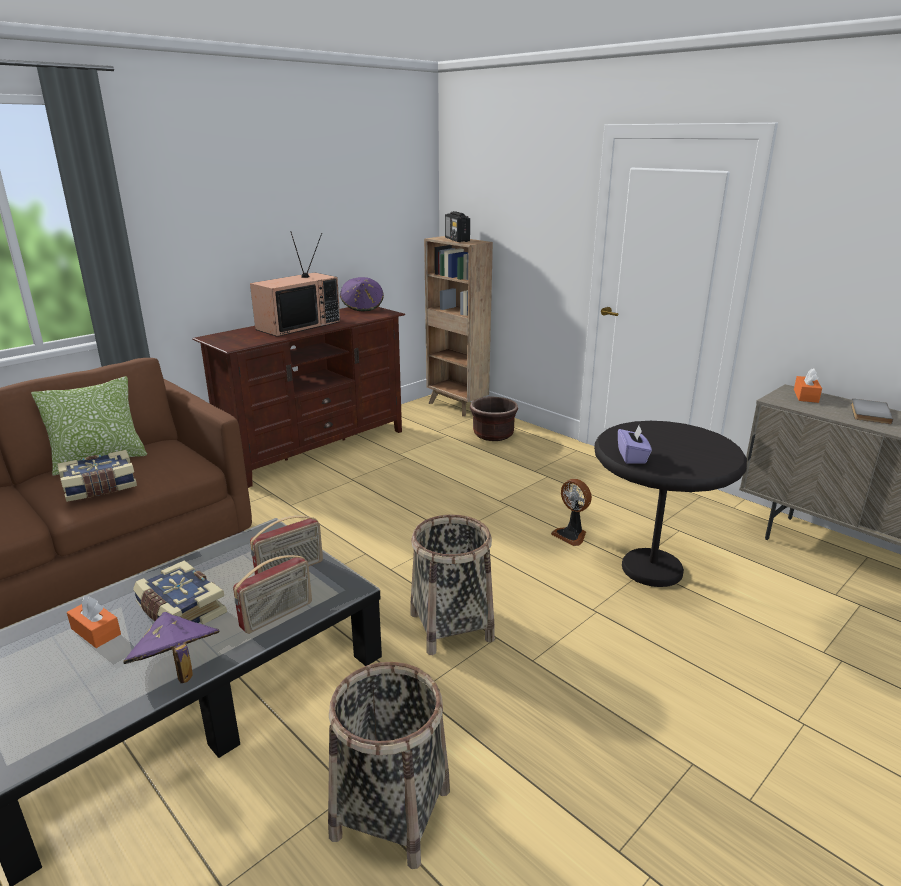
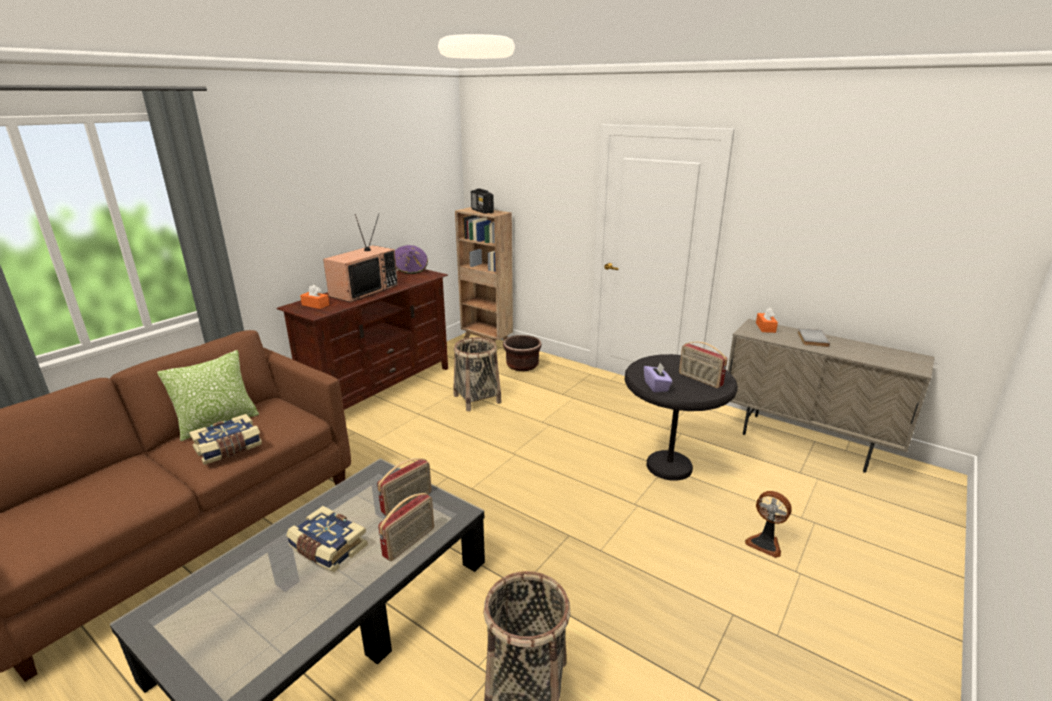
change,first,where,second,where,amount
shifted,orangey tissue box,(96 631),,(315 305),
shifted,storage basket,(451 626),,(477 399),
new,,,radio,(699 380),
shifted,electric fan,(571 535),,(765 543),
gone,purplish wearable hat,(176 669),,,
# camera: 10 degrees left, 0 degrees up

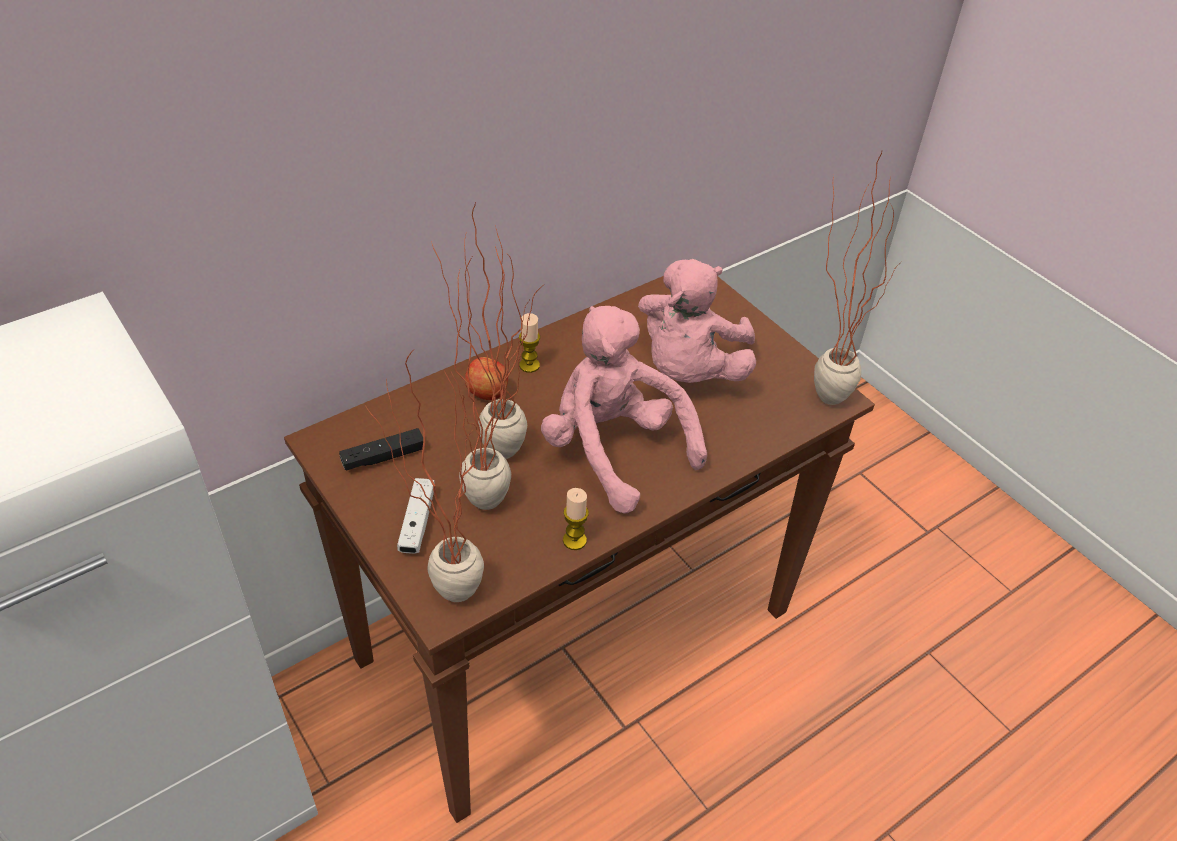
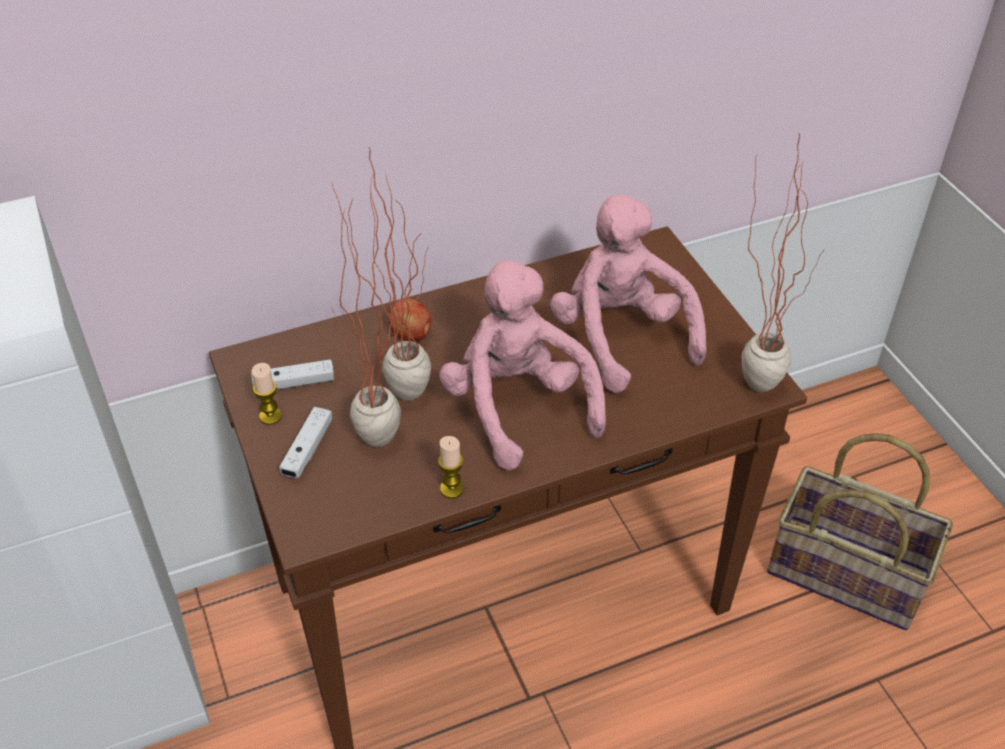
change,first,where,second,where,amount
repainted,black-coloured game controller,(383 457),white game controller,(294 383),
shifted,candle,(529 365),,(270 416),
rotated,pinkish soft toy,(689 370),,(620 337),120 degrees clockwise
new,,,storage basket,(848 572),
gone,houseplant,(440 592),,,
# camera: 15 degrees right, 0 degrees up

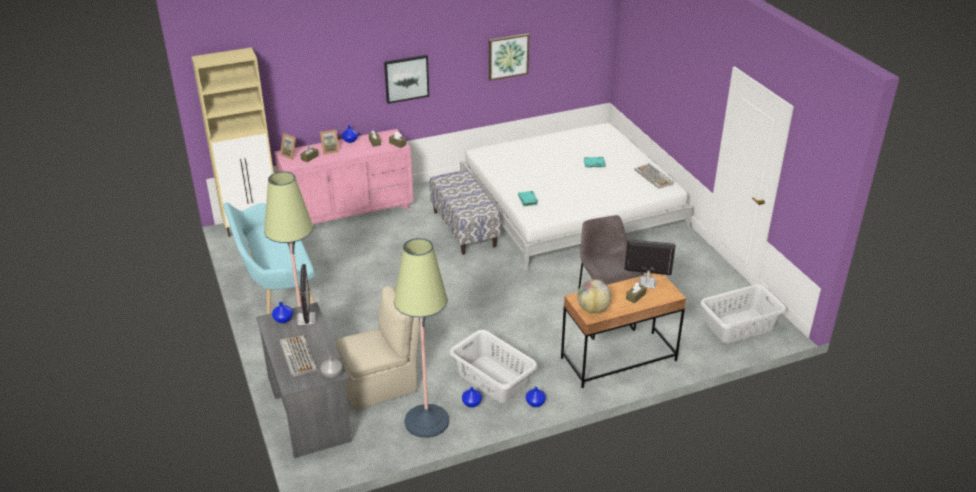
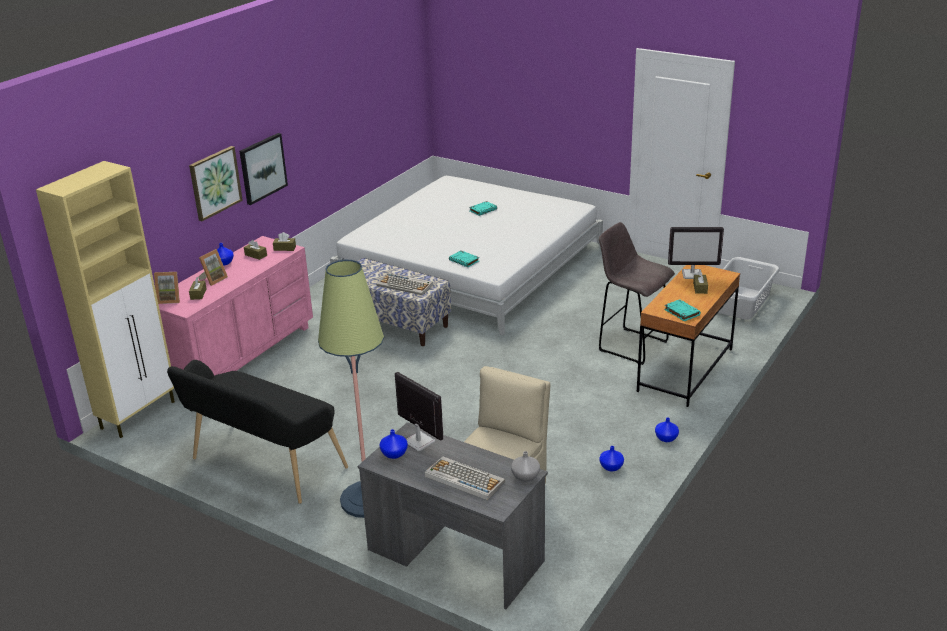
change,first,where,second,where,amount
repainted,blue-green long seat,(276 292),black-coloured long seat,(262 466),
shifted,wall art,(508 56),,(215 183),
shifted,computer keyboard,(654 177),,(405 285),
swapped,desk globe,(593 309),blue-green volume,(681 312),
rotated,computer display,(646 283),,(692 274),150 degrees counterclockwise
gone,floor lamp,(426 421),,,
gone,greyish hamper,(492 380),,,
# camera: 35 degrees left, 5 degrees down

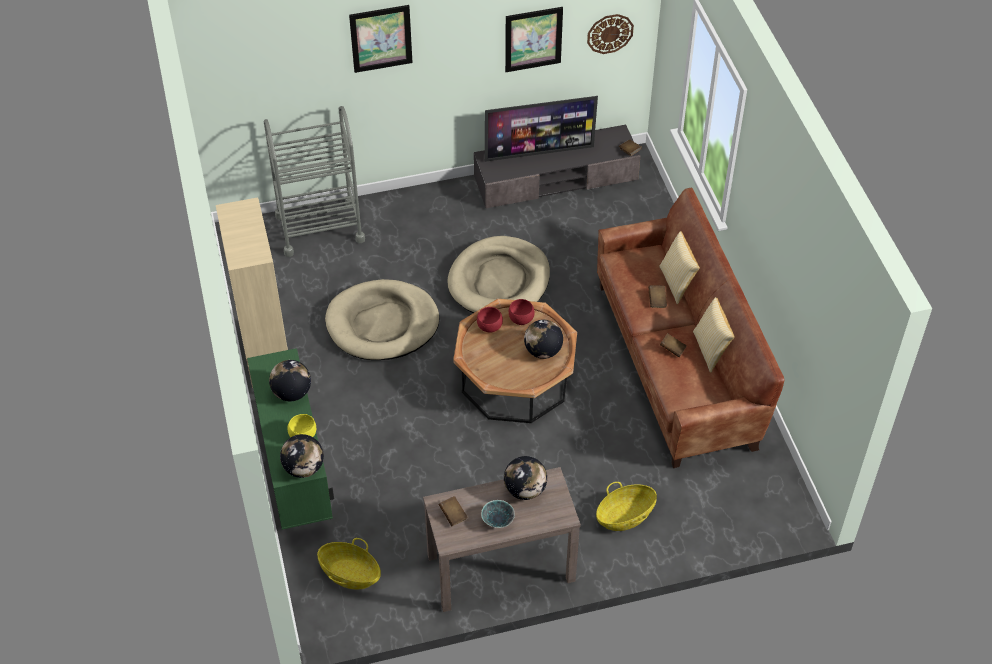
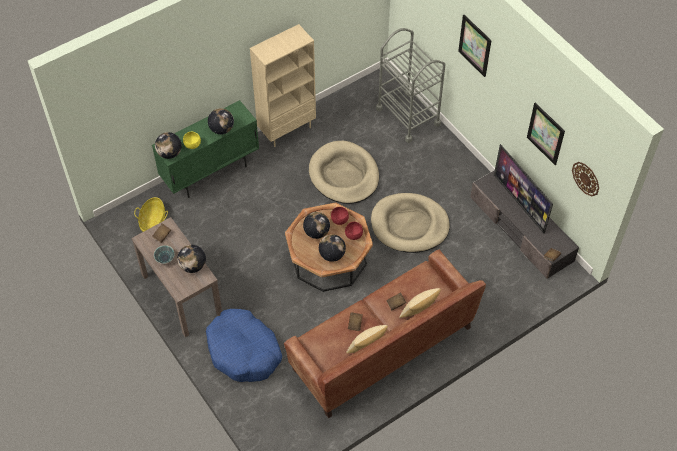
change,first,where,second,where,amount
swapped,storage basket,(625 516),bluish dog cushion,(244 351),
new,,,desk globe,(316 232),
# camera: 70 degrees right, 5 degrees up

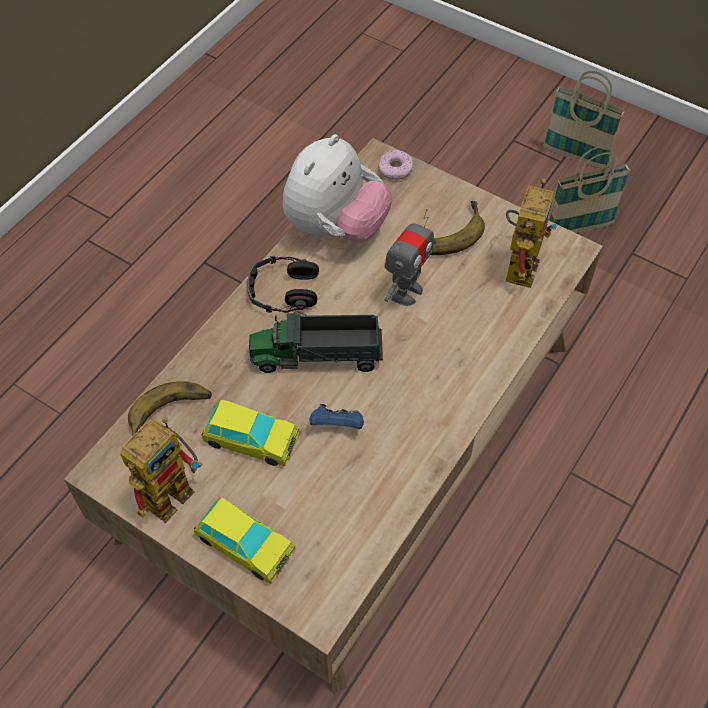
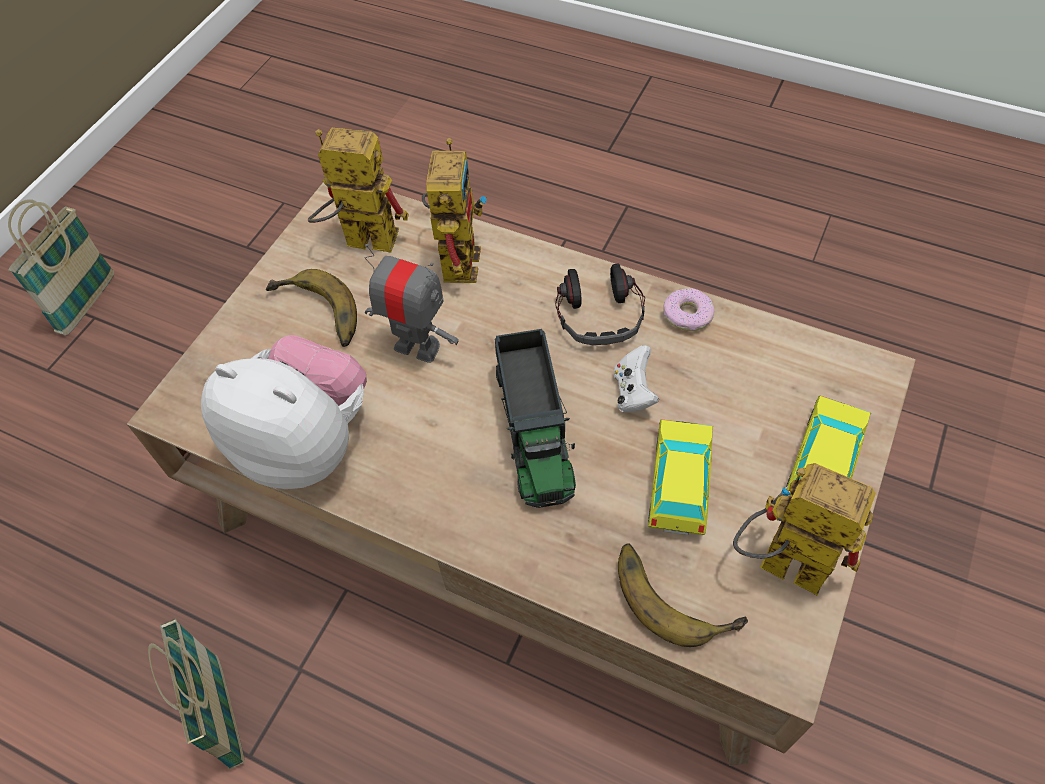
change,first,where,second,where,amount
shifted,storage basket,(579 228),,(225 712),
new,,,toy robot,(457 255),
shifted,headset,(283 291),,(600 314),
repainted,bluish game controller,(337 425),white game controller,(633 392),
shifted,doughnut,(396 169),,(687 314),
# camera: 95 degrees left, 0 degrees up

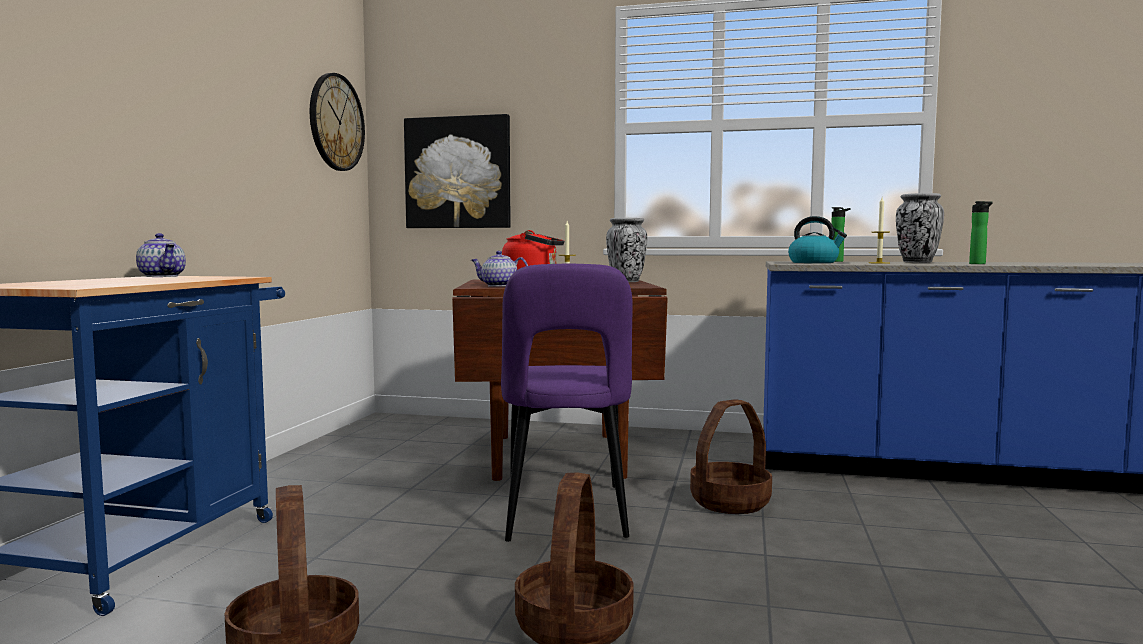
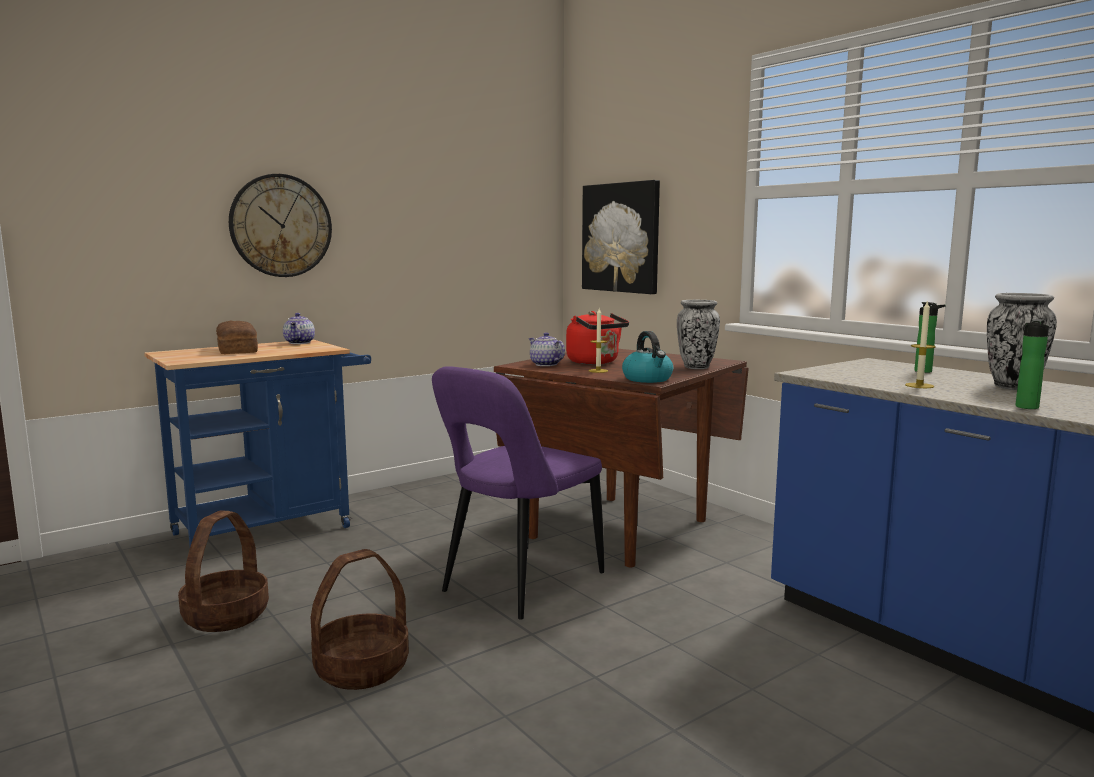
change,first,where,second,where,amount
new,,,bread,(236 350),
shifted,wall clock,(336 122),,(281 226),
shifted,tea kettle,(814 262),,(648 379),
gone,storage basket,(730 502),,,
# camera: 40 degrees right, 5 degrees up

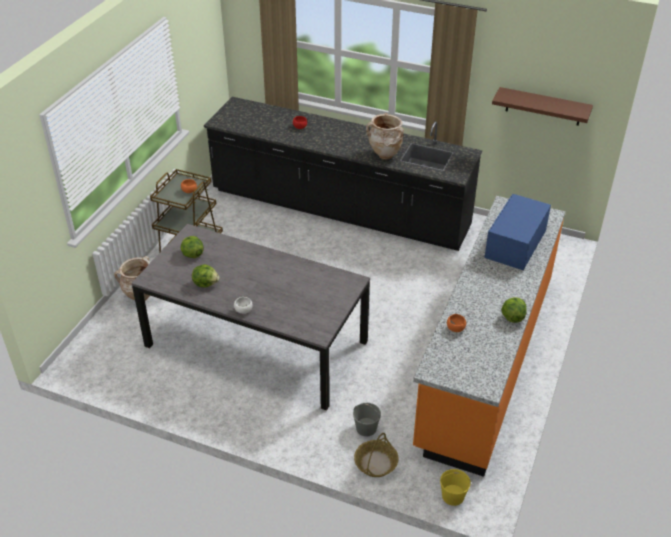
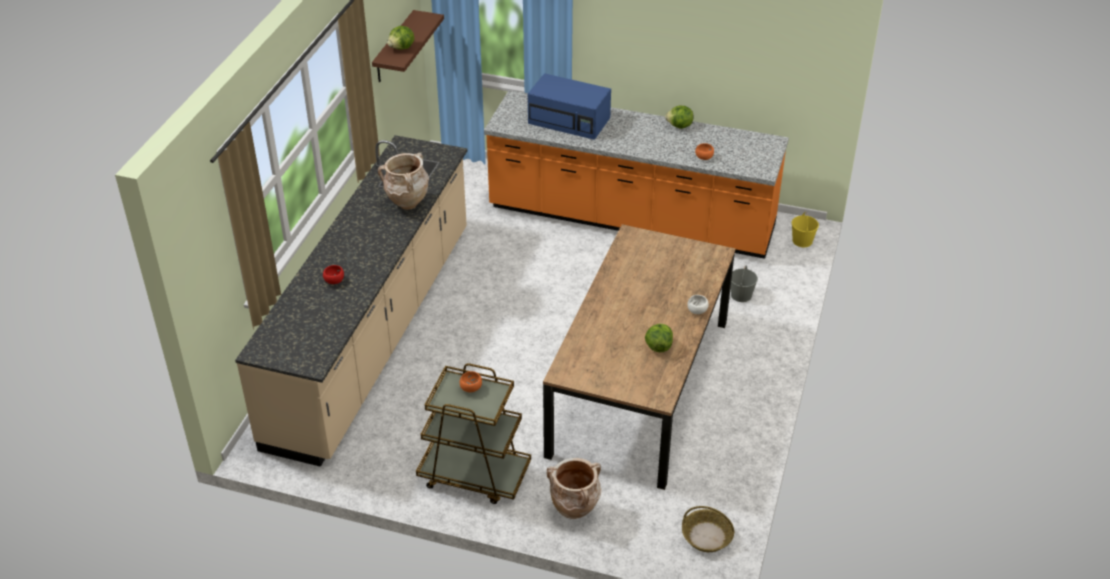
change,first,where,second,where,amount
repainted,black-coloured counter,(339 209),beige counter,(373 334),
shifted,lettuce,(192 255),,(402 48),
repainted,greyish dinner table,(255 343),brownish dinner table,(640 388),
shifted,storage basket,(376 463),,(706 536),
# camera: 95 degrees left, 0 degrees up

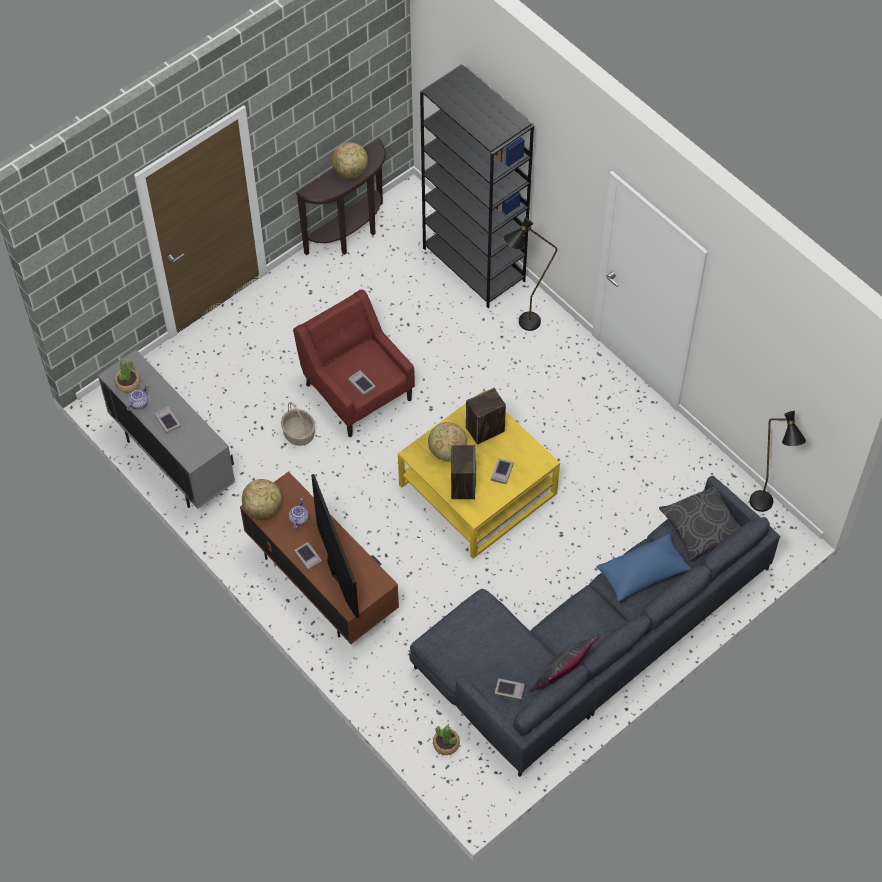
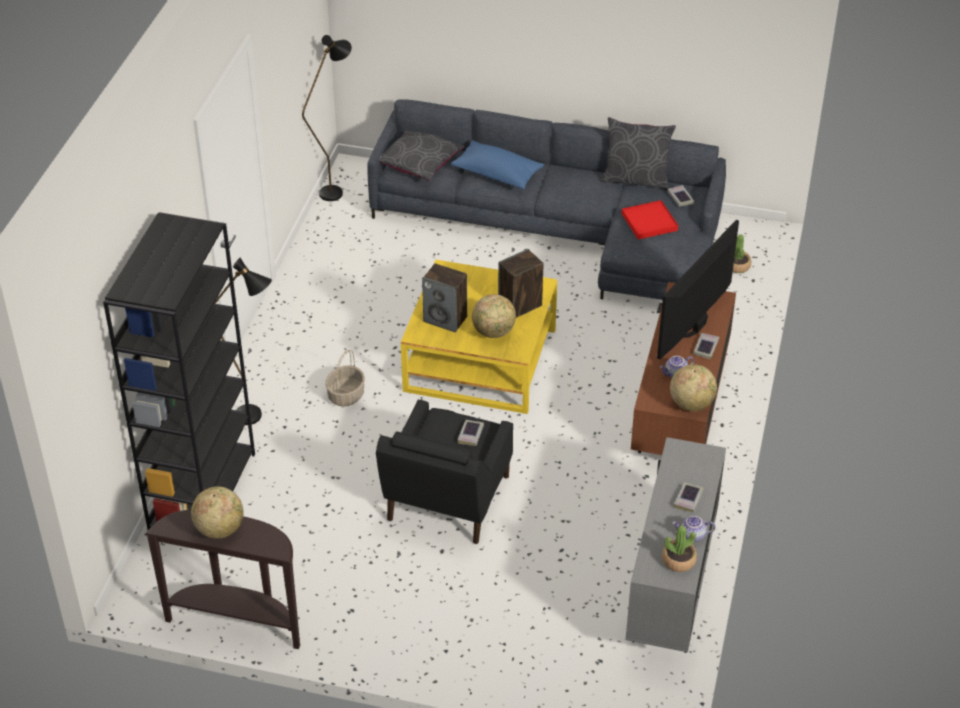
change,first,where,second,where,amount
shifted,storage basket,(299 434),,(346 395),
repainted,red-coloured armchair,(357 390),black-coloured armchair,(447 500),
new,,,red-coloured carrying tray,(649 222),
gone,volume,(502 472),,,
# camera: 125 degrees left, 15 degrees down

